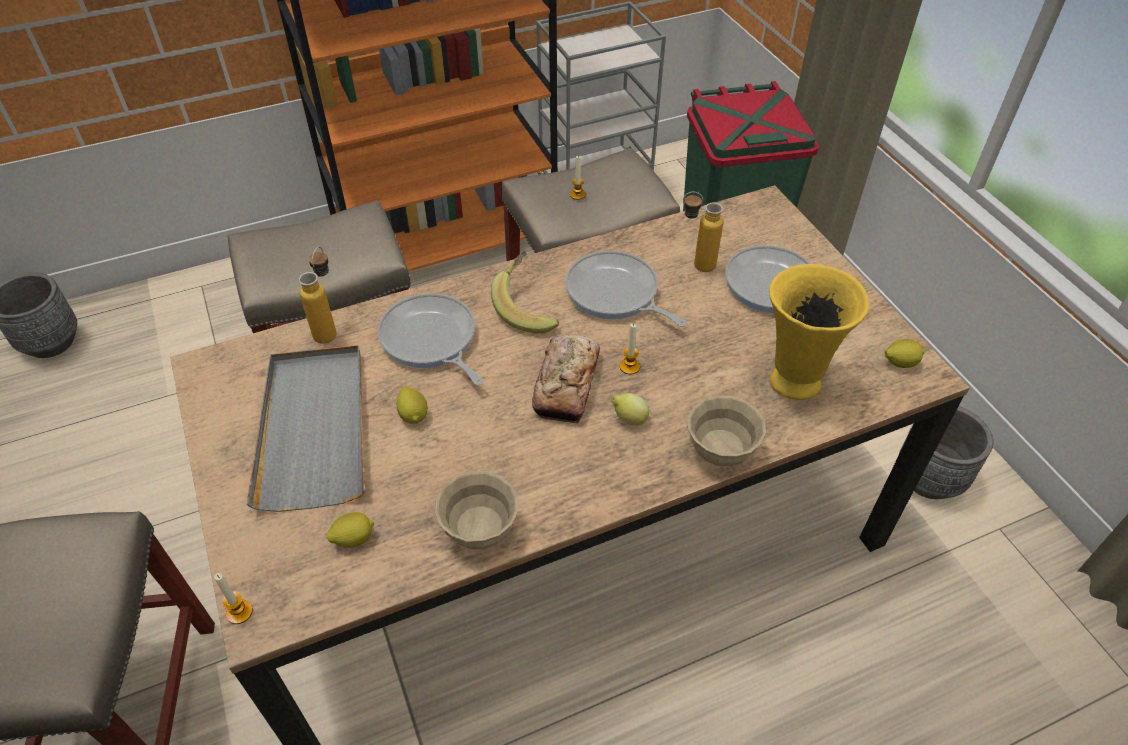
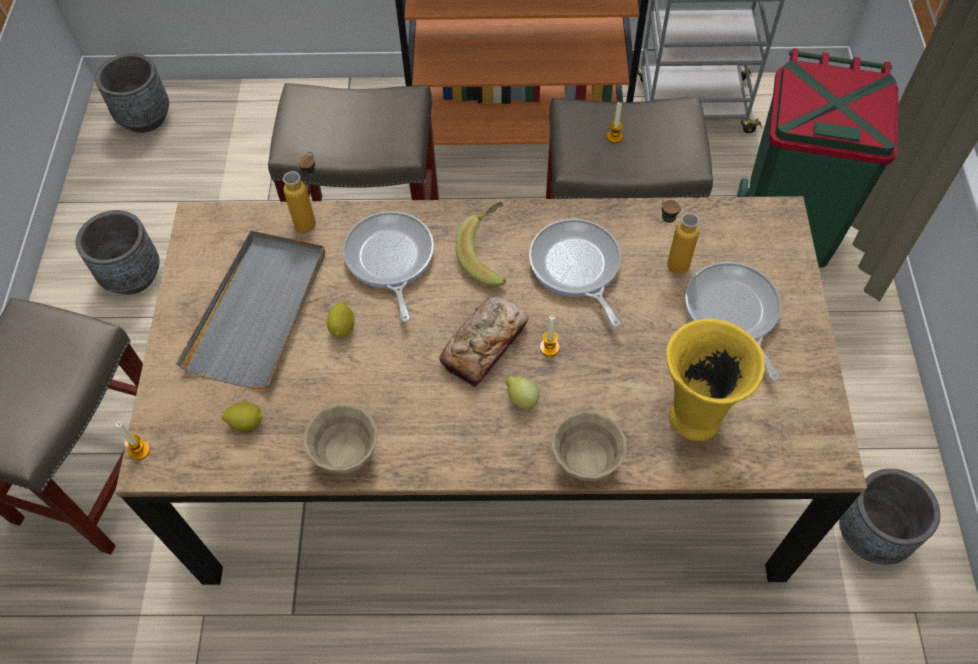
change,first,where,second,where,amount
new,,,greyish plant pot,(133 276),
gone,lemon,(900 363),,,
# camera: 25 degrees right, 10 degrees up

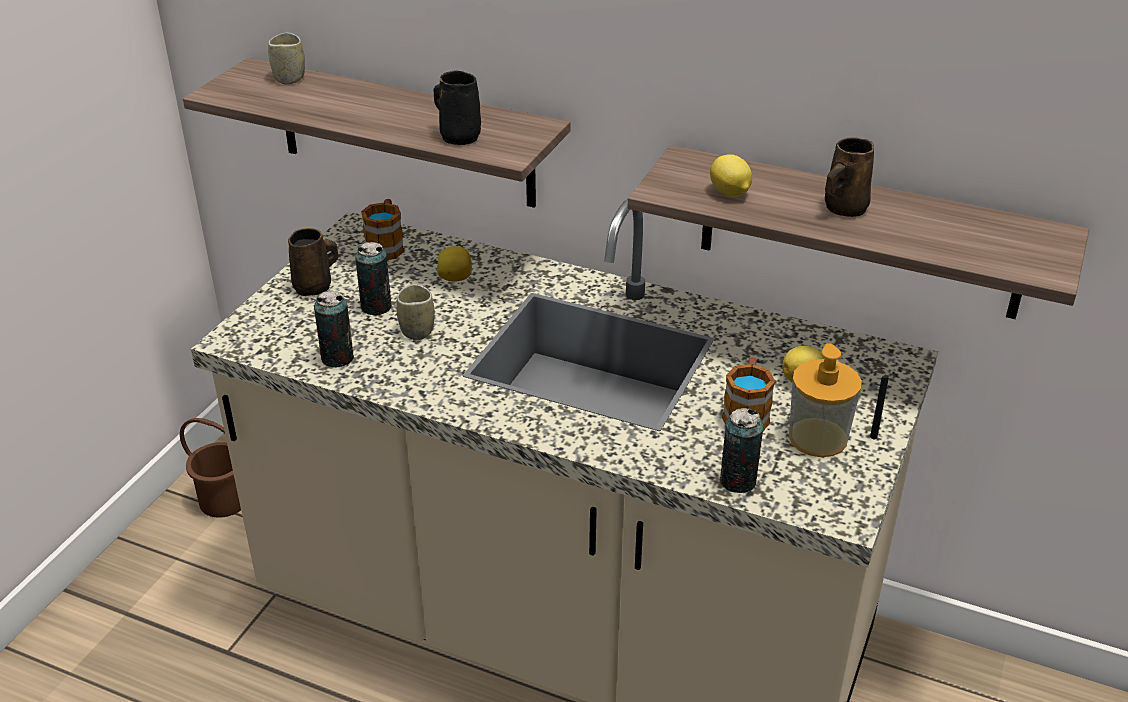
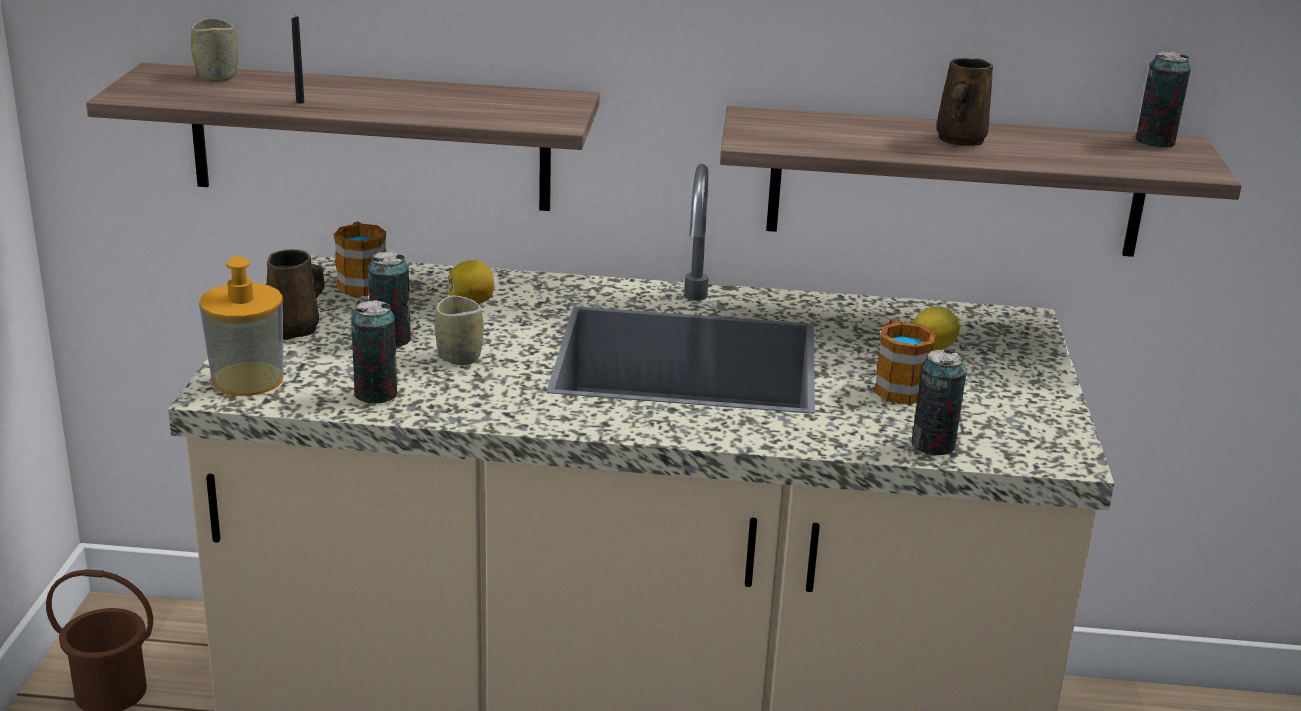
change,first,where,second,where,amount
shifted,soap bottle,(817 438),,(247 379),
shifted,black-coloured candle,(873 437),,(300 102),
new,,,metal can,(1155 142),
gone,black-coloured mug,(458 136),,,
gone,lemon,(730 193),,,
# camera: 20 degrees left, 10 degrees down

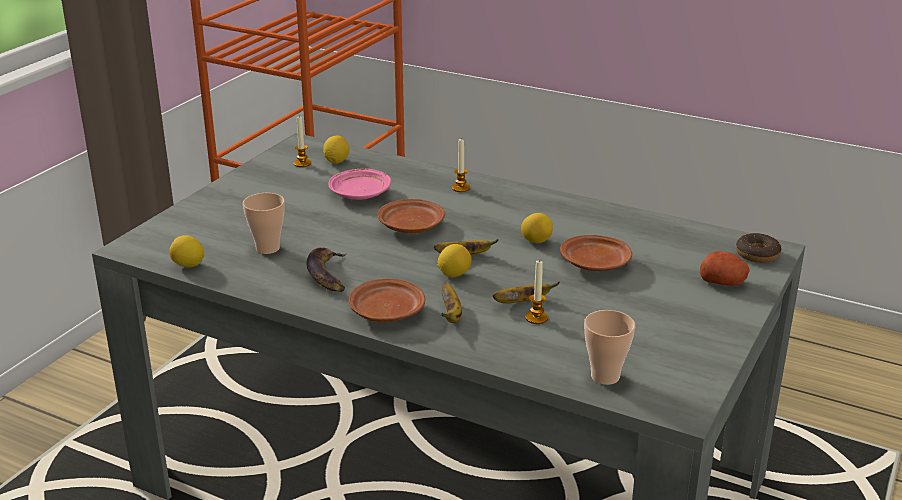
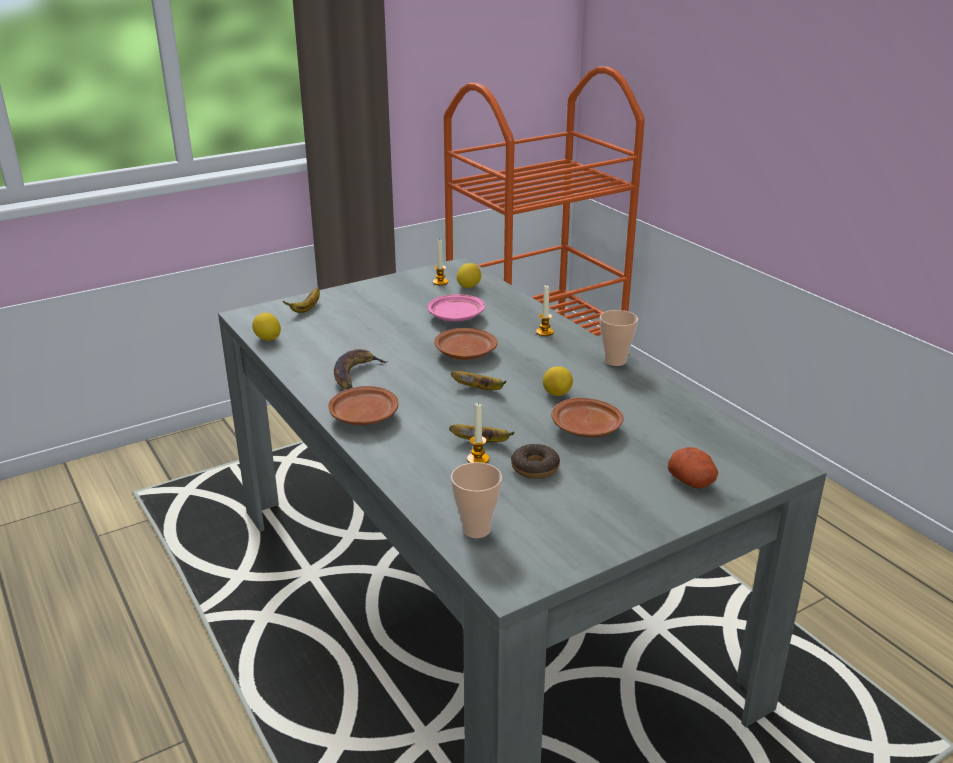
change,first,where,second,where,amount
shifted,banana fruit,(451 314),,(306 309),
shifted,doughnut,(757 254),,(535 468),
shifted,cup,(267 248),,(615 361),
gone,lemon,(454 274),,,
# camera: 30 degrees right, 0 degrees up

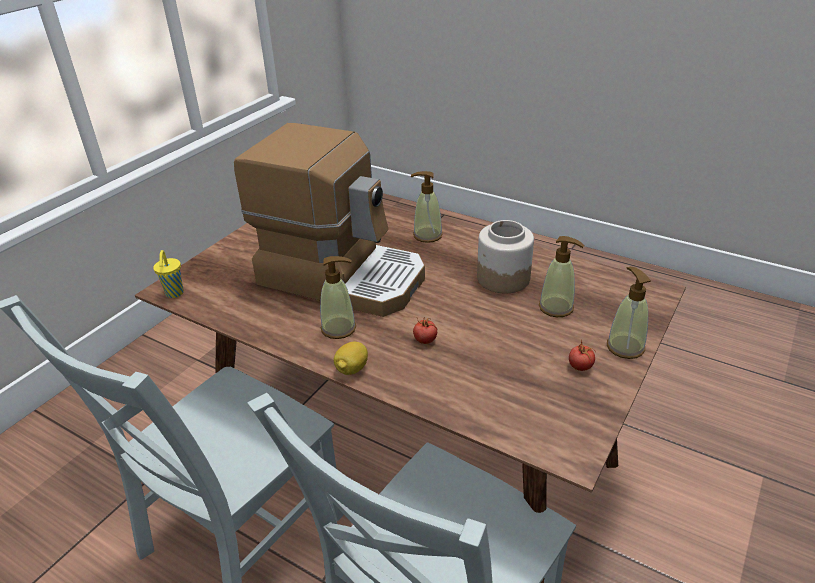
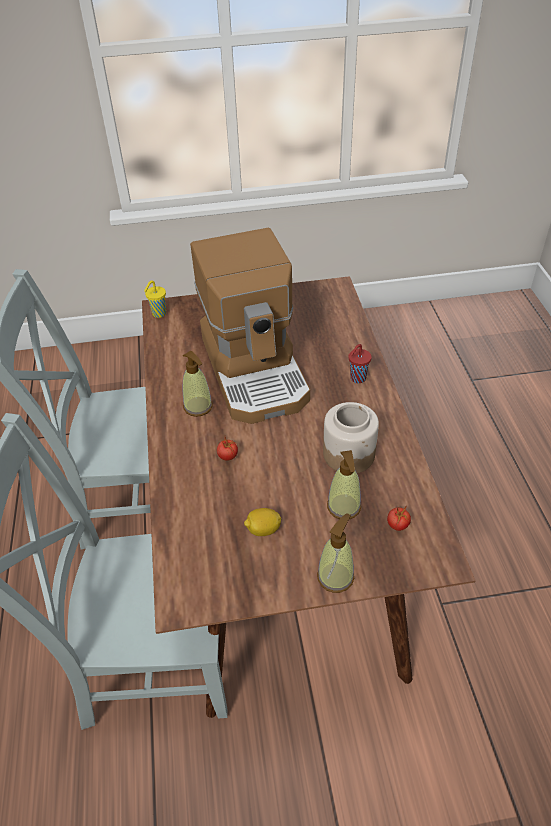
change,first,where,second,where,amount
shifted,lemon,(352 369),,(263 530),
swapped,soap bottle,(427 235),red-coloured cup,(357 379),
shifted,whole tomato,(580 367),,(397 525),
# camera: 50 degrees right, 10 degrees up

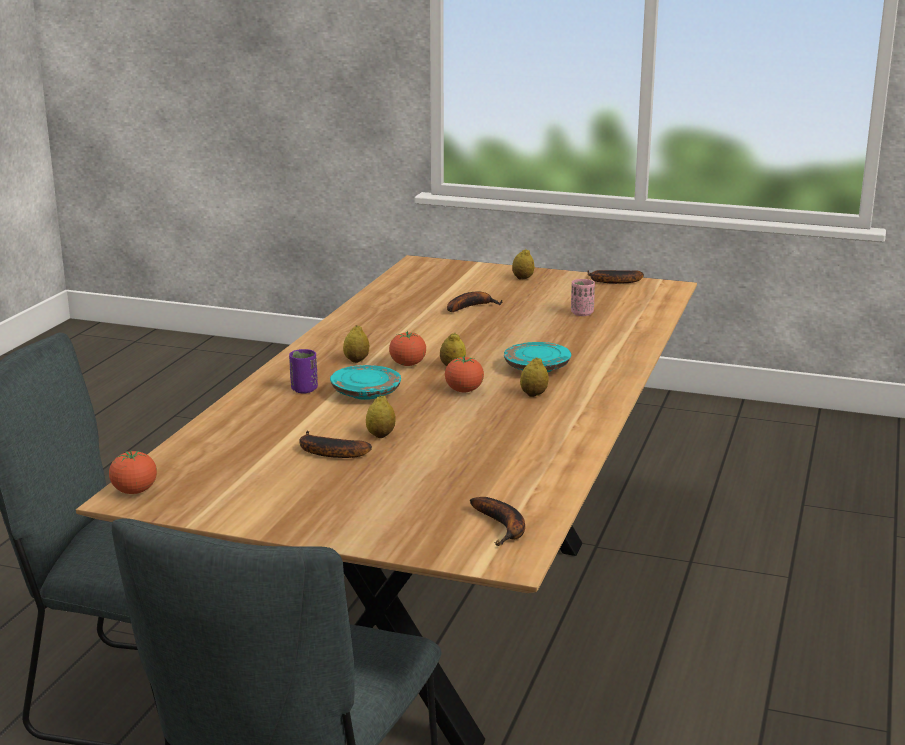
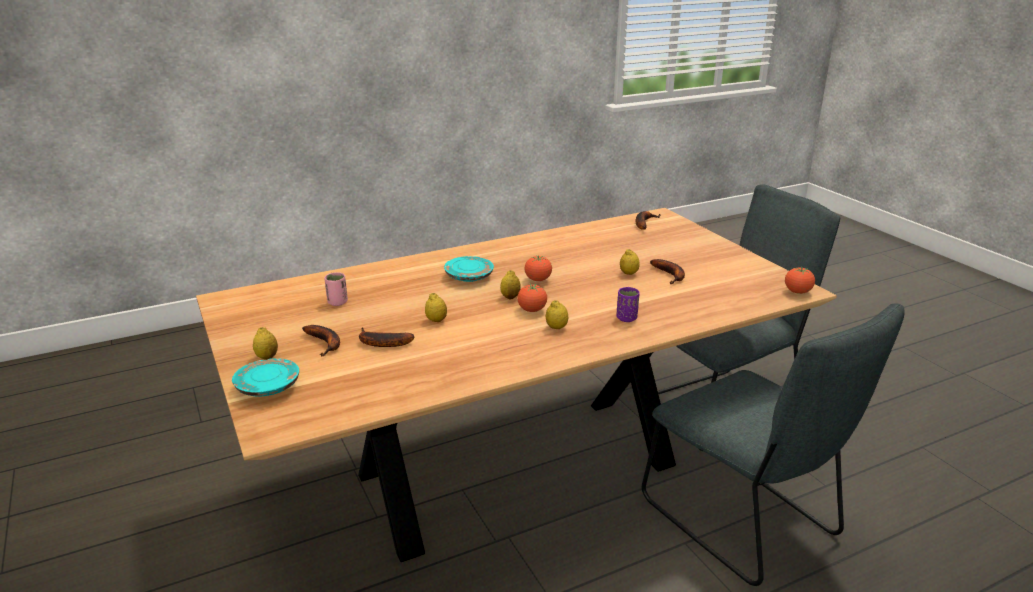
change,first,where,second,where,amount
shifted,blue-green flat dish,(366 393),,(267 387),
shifted,banana fruit,(611 282),,(326 343),
shifted,lemon,(533 394),,(436 320),
# camera: 135 degrees left, 5 degrees up

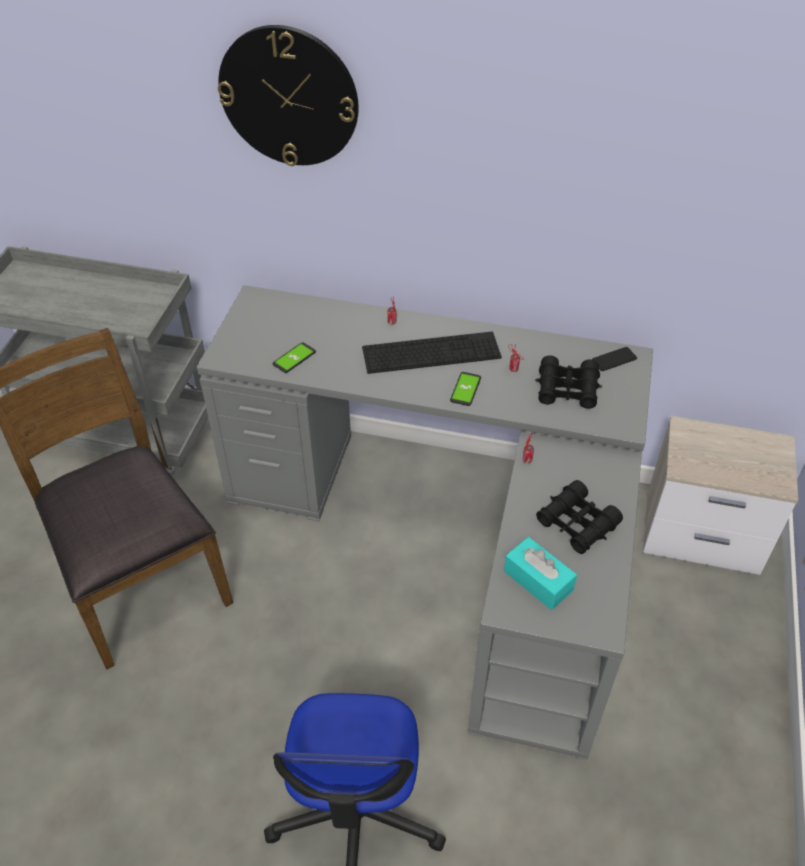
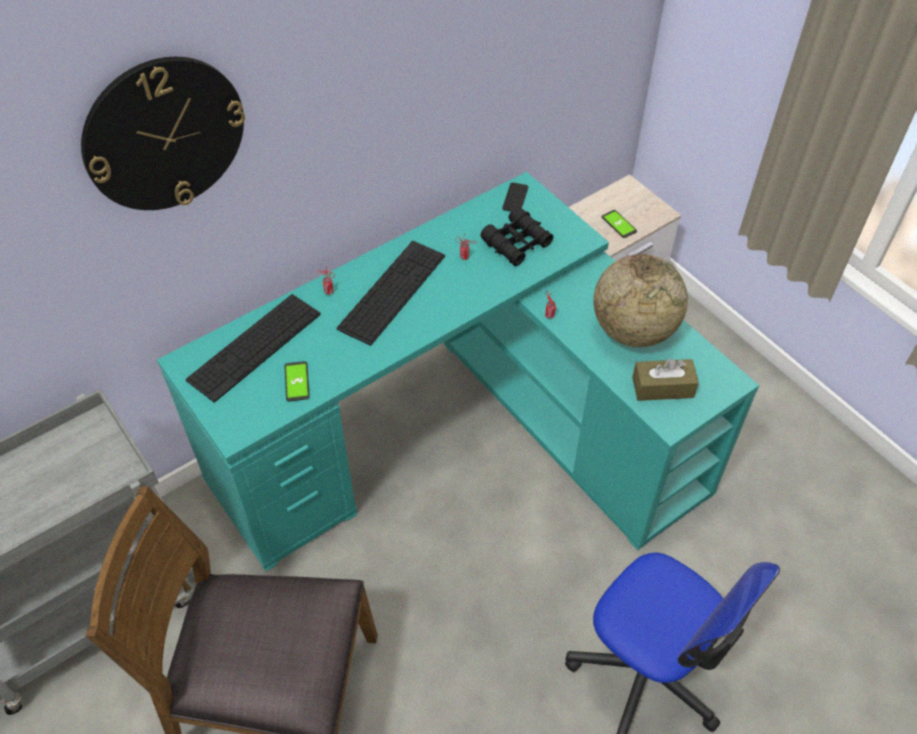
change,first,where,second,where,amount
repainted,greyish desk,(455 537),blue-green desk,(465 433),
new,,,computer keyboard,(255 346),
swapped,black-coloured field glasses,(577 523),desk globe,(633 330),
shifted,handset,(465 389),,(619 224),
repainted,blue-green tissue box,(538 580),brownish tissue box,(662 387),
# camera: 50 degrees left, 5 degrees up

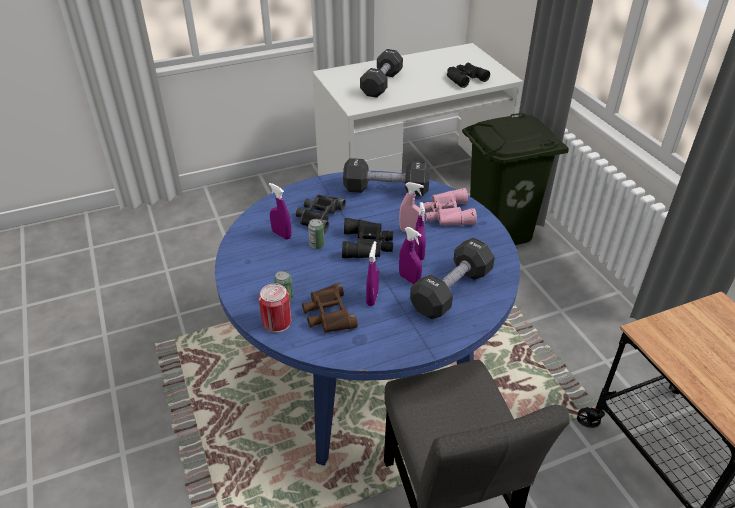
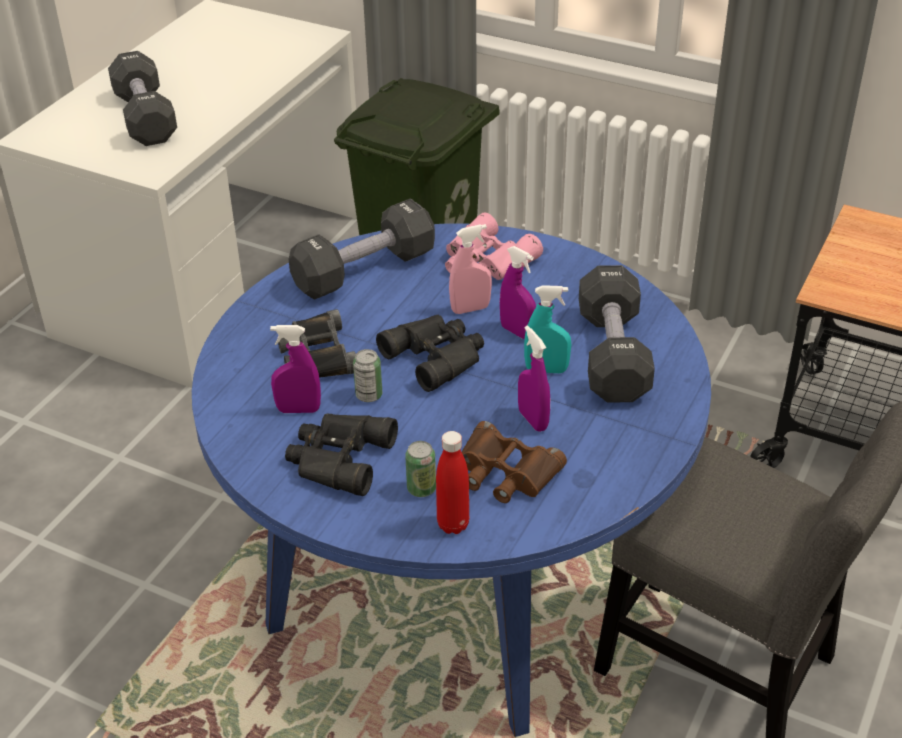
change,first,where,second,where,amount
shifted,black-coloured field glasses,(464 78),,(337 459),
swapped,metal can,(277 322),red-coloured bottle,(453 524),
repainted,purplish hand sprayer,(409 279),blue-green hand sprayer,(546 370),
# camera: 40 degrees left, 0 degrees up

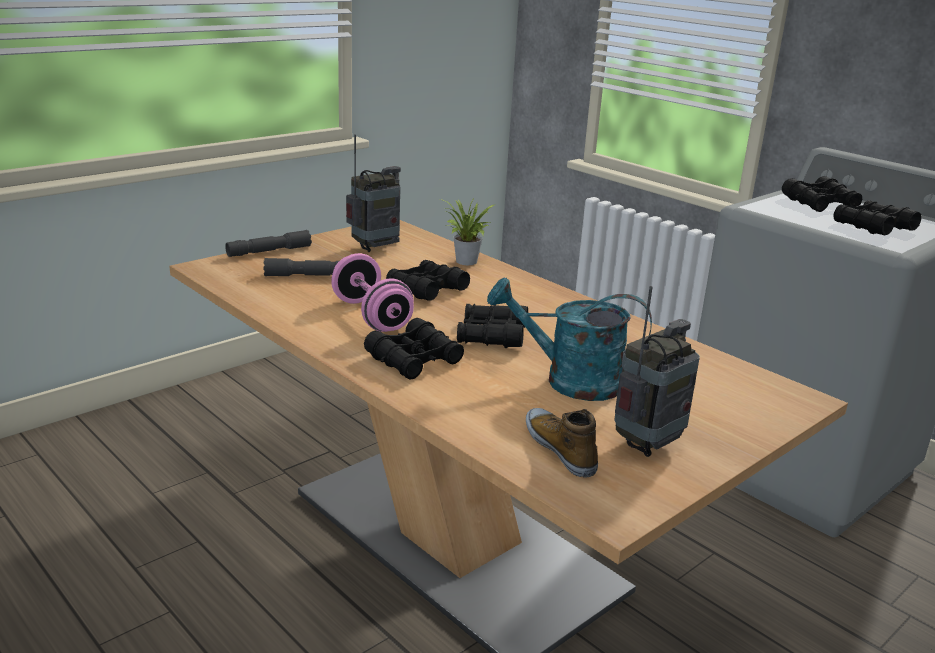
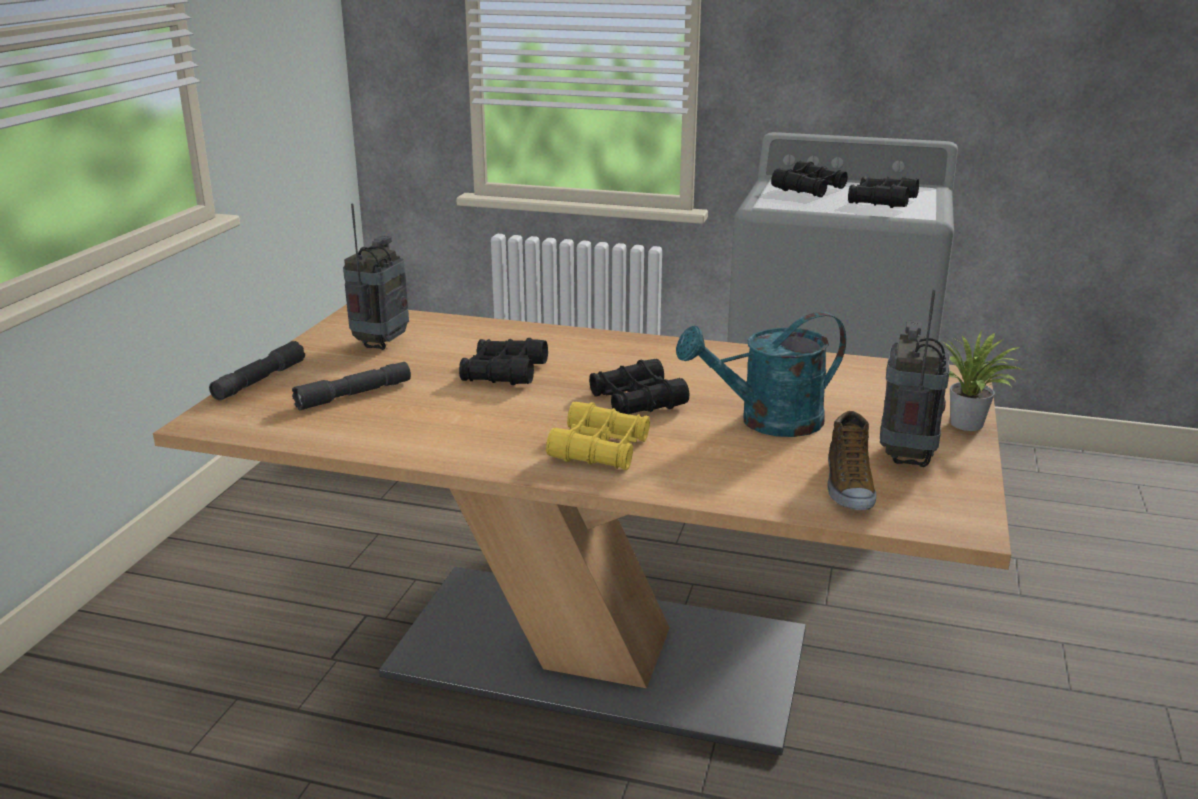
change,first,where,second,where,amount
repainted,black-coloured field glasses,(414 359),yellow field glasses,(600 449),
rotated,item of footwear,(560 448),,(848 486),120 degrees counterclockwise
shifted,houseplant,(465 262),,(969 426),
gone,pinkish dumbbell,(371 316),,,
# camera: 30 degrees left, 0 degrees up

